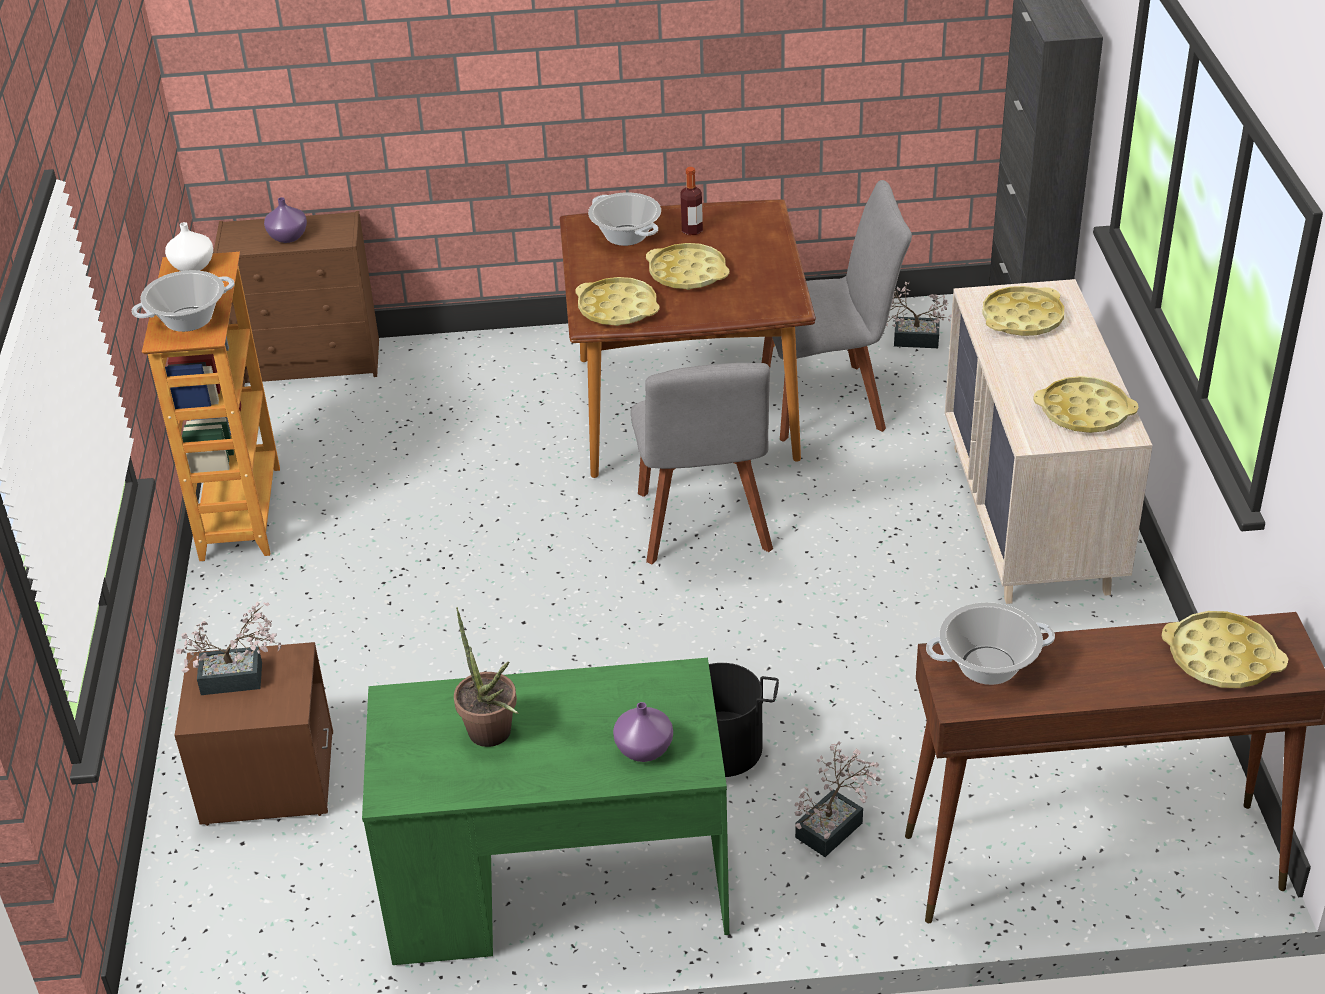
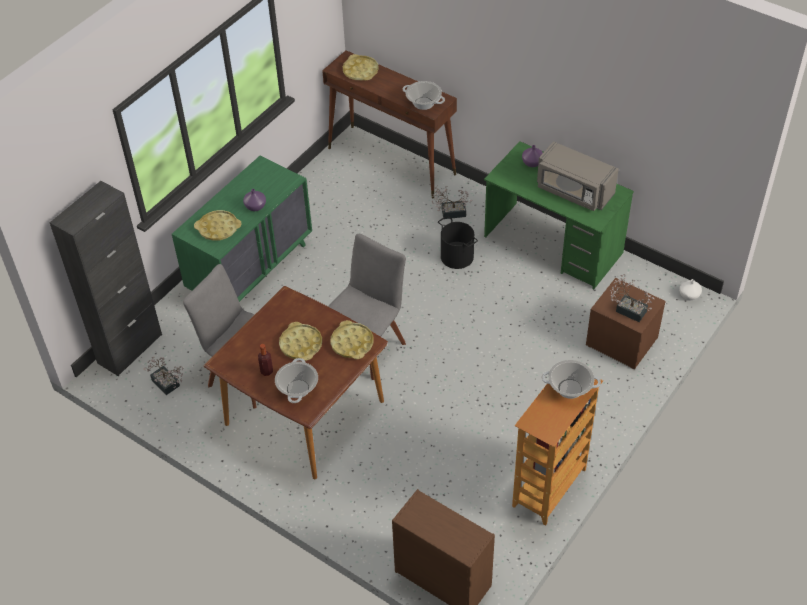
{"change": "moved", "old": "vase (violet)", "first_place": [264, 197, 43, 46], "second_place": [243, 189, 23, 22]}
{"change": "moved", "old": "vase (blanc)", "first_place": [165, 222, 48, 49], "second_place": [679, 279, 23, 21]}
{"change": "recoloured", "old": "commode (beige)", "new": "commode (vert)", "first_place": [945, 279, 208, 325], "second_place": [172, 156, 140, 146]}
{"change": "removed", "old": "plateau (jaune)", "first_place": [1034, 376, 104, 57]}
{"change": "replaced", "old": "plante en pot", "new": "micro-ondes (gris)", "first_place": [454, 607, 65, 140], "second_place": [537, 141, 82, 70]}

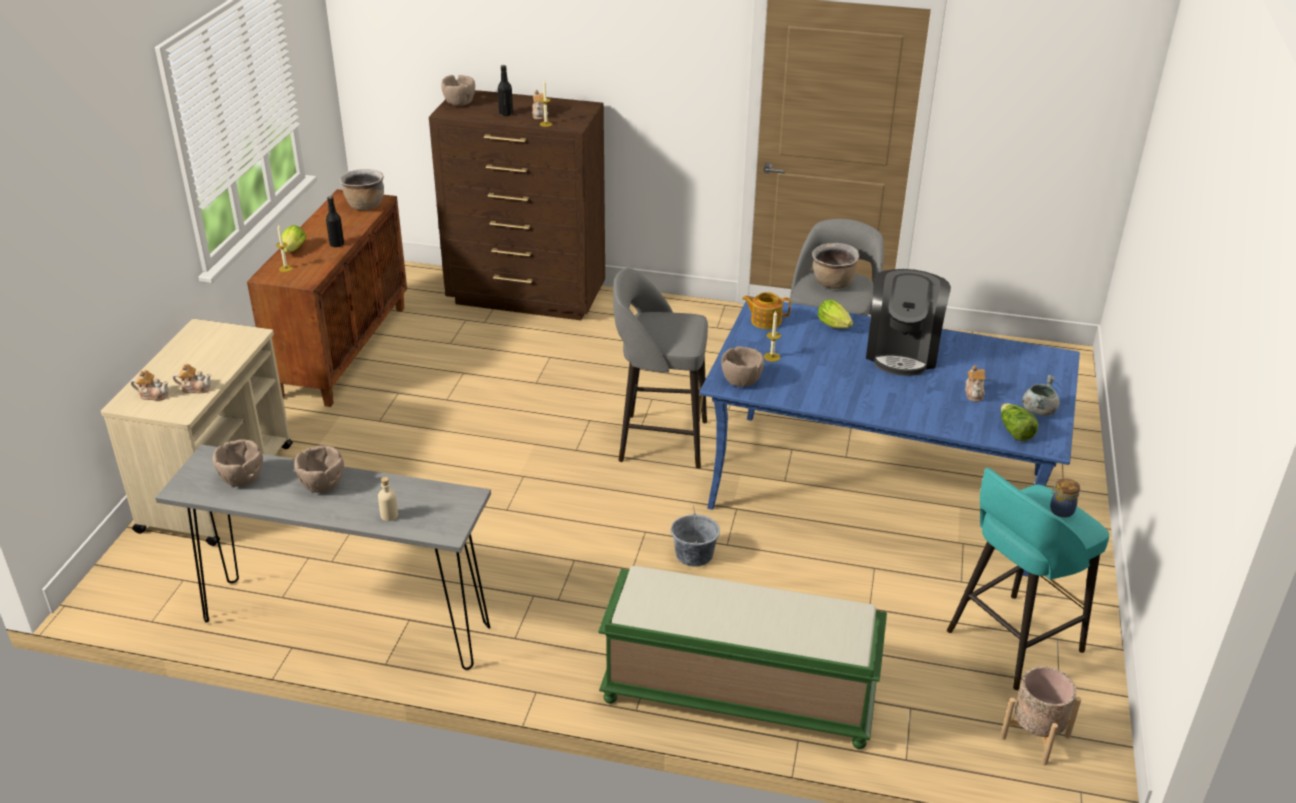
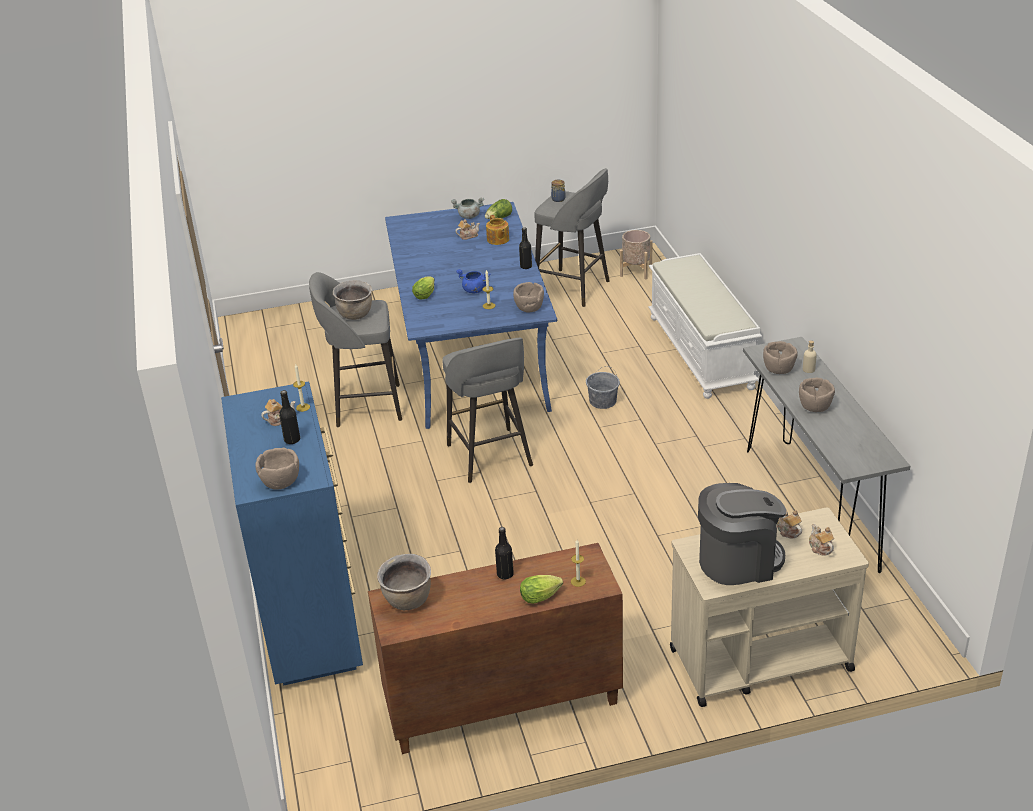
{"change": "recoloured", "old": "commode (marron)", "new": "commode (bleu)", "first_place": [429, 90, 176, 230], "second_place": [221, 382, 142, 303]}
{"change": "moved", "old": "machine à café", "first_place": [866, 269, 85, 107], "second_place": [698, 483, 88, 102]}
{"change": "moved", "old": "théière", "first_place": [742, 292, 49, 37], "second_place": [486, 215, 23, 30]}
{"change": "moved", "old": "bol (marron)", "first_place": [213, 439, 50, 47], "second_place": [763, 341, 34, 33]}
{"change": "recoloured", "old": "tabouret (turquoise)", "new": "tabouret (gris)", "first_place": [947, 468, 162, 222], "second_place": [535, 168, 75, 139]}
{"change": "recoloured", "old": "banc (vert)", "new": "banc (blanc)", "first_place": [598, 566, 289, 183], "second_place": [648, 253, 114, 146]}
{"change": "added", "new": "bouteille (noir)", "second_place": [519, 227, 13, 42]}
{"change": "added", "new": "marmite (bleu)", "second_place": [456, 269, 34, 24]}

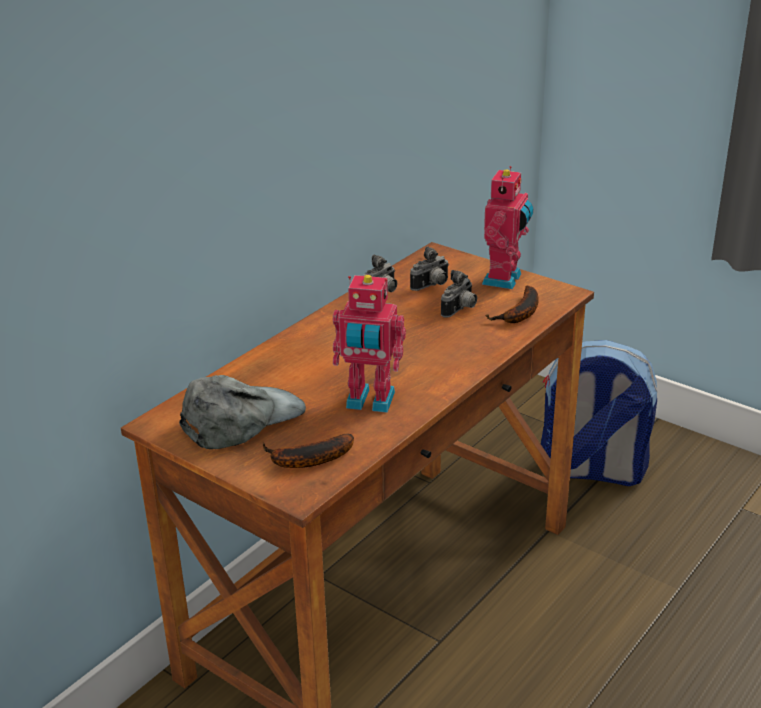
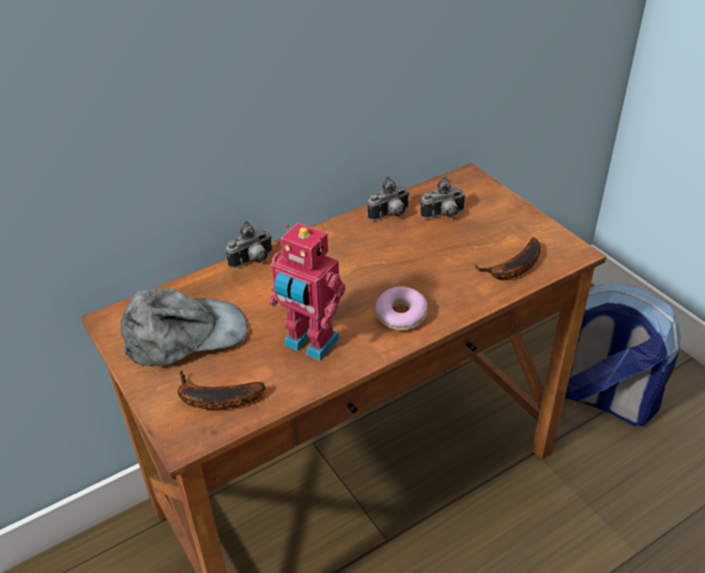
{"change": "removed", "old": "robot jouet", "first_place": [482, 166, 51, 123]}
{"change": "moved", "old": "appareil photo", "first_place": [441, 270, 36, 47], "second_place": [226, 221, 46, 47]}
{"change": "added", "new": "beignet", "second_place": [375, 286, 52, 45]}

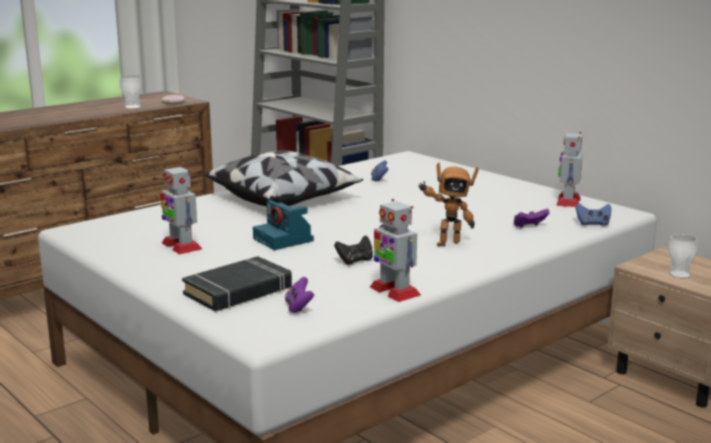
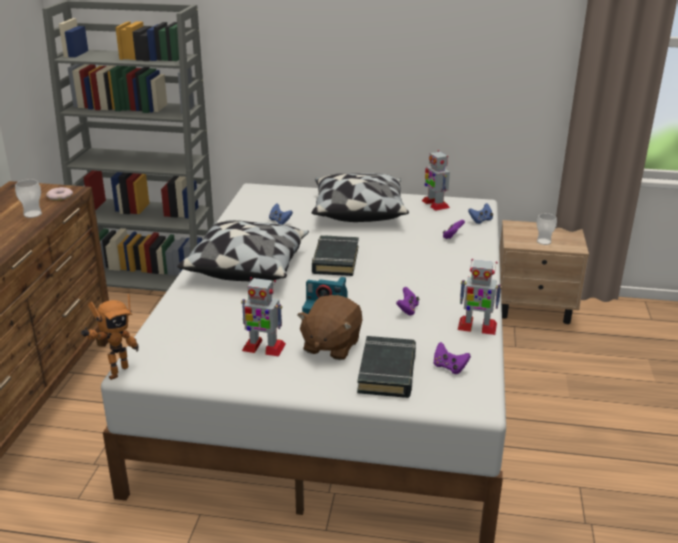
{"change": "moved", "old": "robot jouet", "first_place": [418, 163, 61, 83], "second_place": [80, 294, 59, 86]}
{"change": "recoloured", "old": "manette (noir)", "new": "manette (violet)", "first_place": [334, 235, 39, 30], "second_place": [396, 287, 23, 29]}
{"change": "added", "new": "coussin", "second_place": [312, 173, 97, 49]}
{"change": "added", "new": "livre (noir)", "second_place": [312, 235, 47, 41]}
{"change": "added", "new": "peluche (marron)", "second_place": [297, 295, 65, 65]}

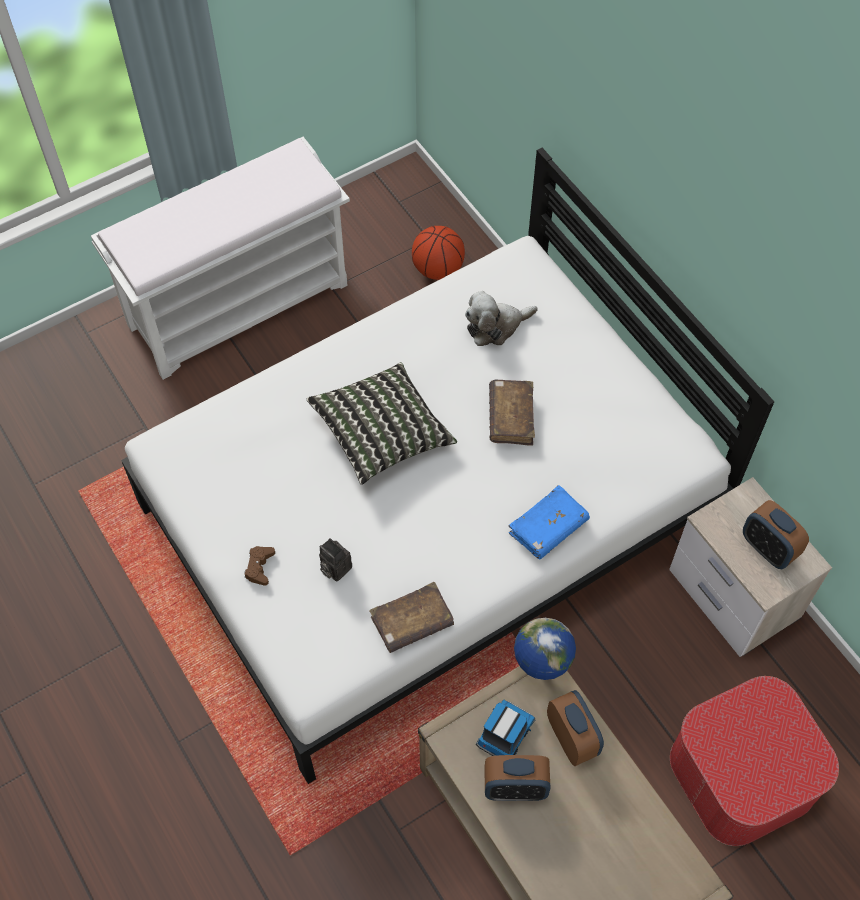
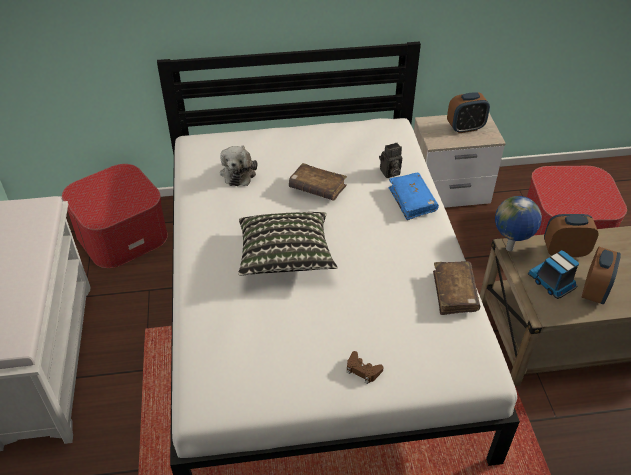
{"change": "replaced", "old": "ballon de basket", "new": "pouf", "first_place": [412, 226, 53, 54], "second_place": [62, 164, 106, 104]}
{"change": "moved", "old": "appareil photo", "first_place": [319, 538, 33, 44], "second_place": [379, 143, 23, 35]}

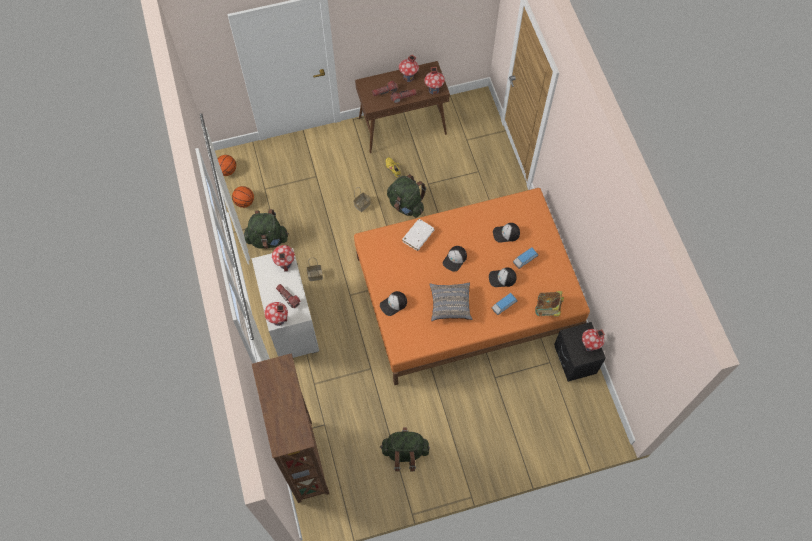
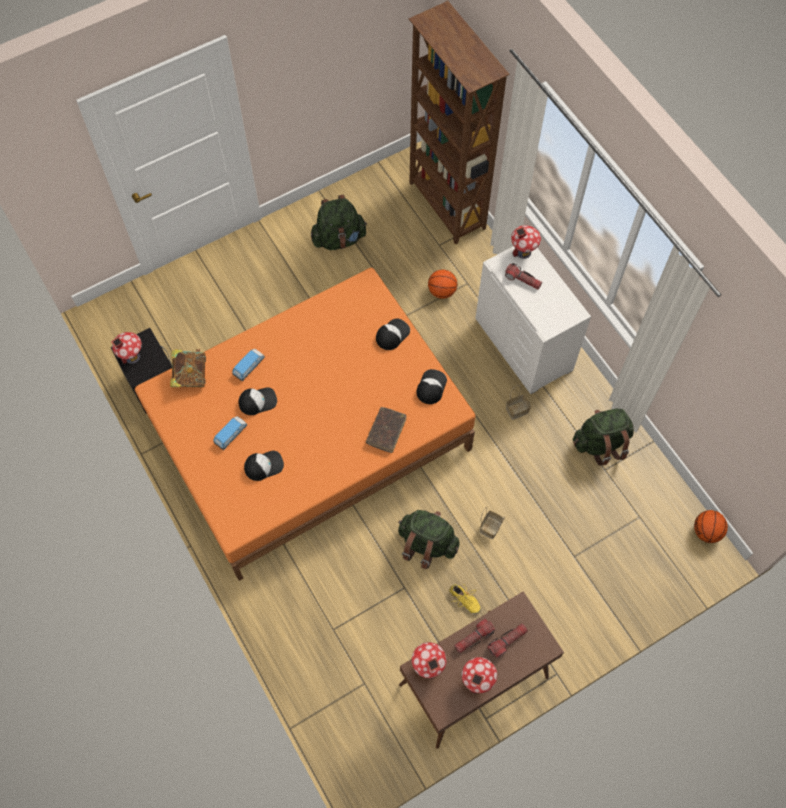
{"change": "moved", "old": "ballon de basket", "first_place": [232, 186, 22, 22], "second_place": [428, 270, 29, 29]}
{"change": "recoloured", "old": "livre (blanc)", "new": "livre (marron)", "first_place": [402, 219, 33, 32], "second_place": [366, 407, 41, 46]}
{"change": "removed", "old": "maison miniature", "first_place": [272, 245, 23, 27]}
{"change": "moved", "old": "casquette", "first_place": [443, 246, 24, 26], "second_place": [417, 369, 30, 35]}
{"change": "removed", "old": "coussin (gris)", "first_place": [429, 283, 44, 38]}

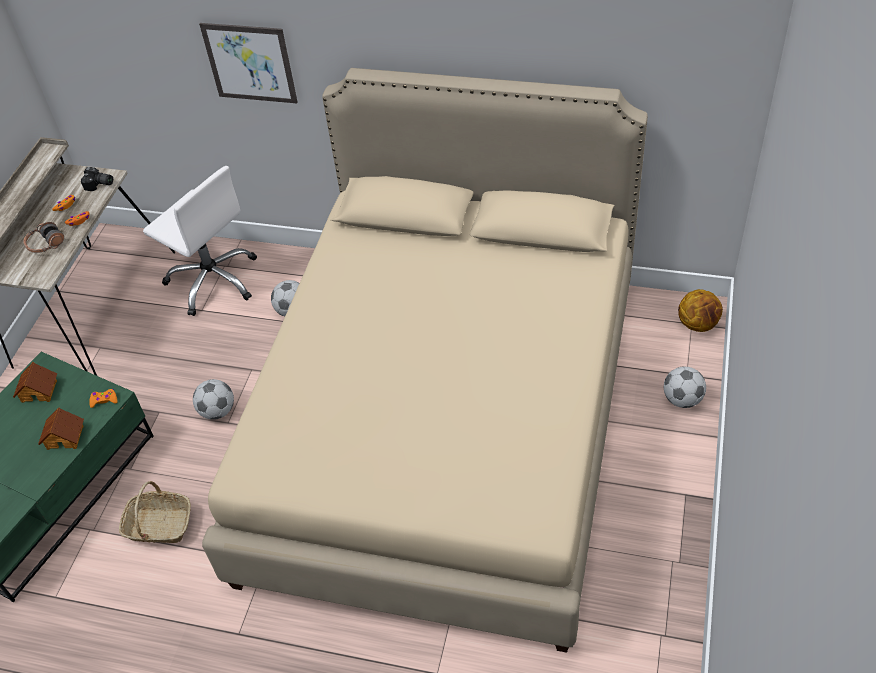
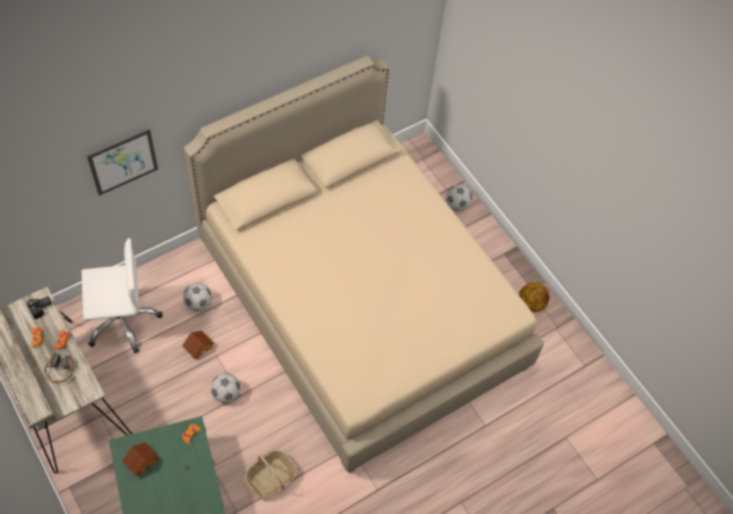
{"change": "moved", "old": "ballon de basket", "first_place": [678, 289, 45, 43], "second_place": [519, 282, 30, 30]}
{"change": "moved", "old": "maison miniature", "first_place": [38, 407, 46, 43], "second_place": [182, 331, 32, 29]}

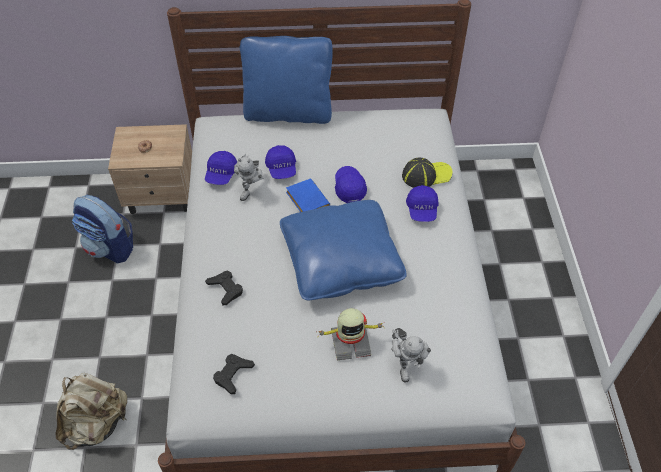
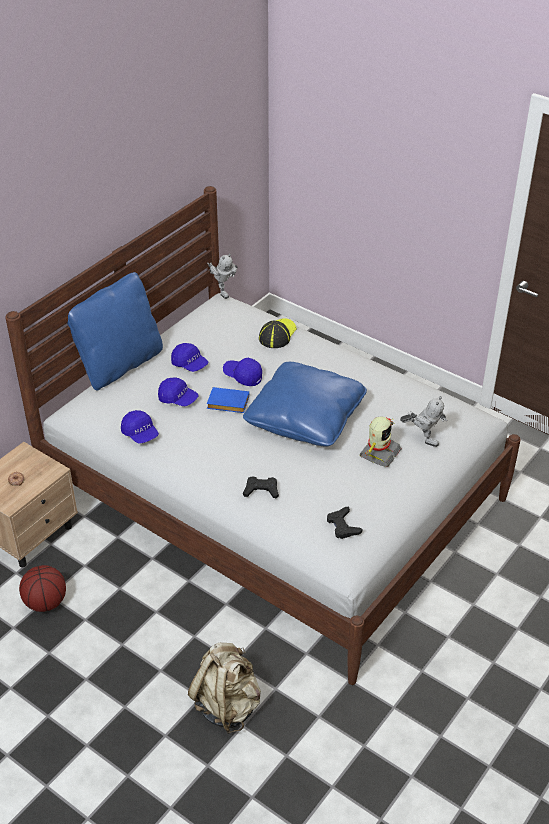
{"change": "moved", "old": "robot jouet", "first_place": [234, 154, 30, 47], "second_place": [207, 254, 31, 45]}
{"change": "moved", "old": "casquette (bleu)", "first_place": [406, 185, 32, 37], "second_place": [171, 343, 38, 29]}
{"change": "replaced", "old": "sac à dos", "new": "ballon de basket", "first_place": [72, 195, 61, 68], "second_place": [19, 565, 47, 47]}

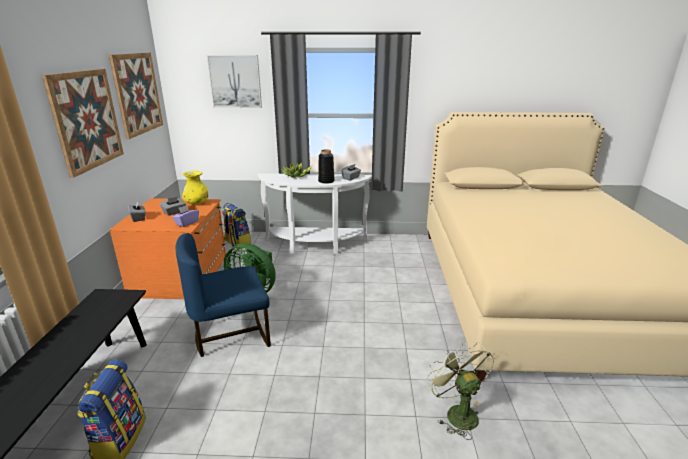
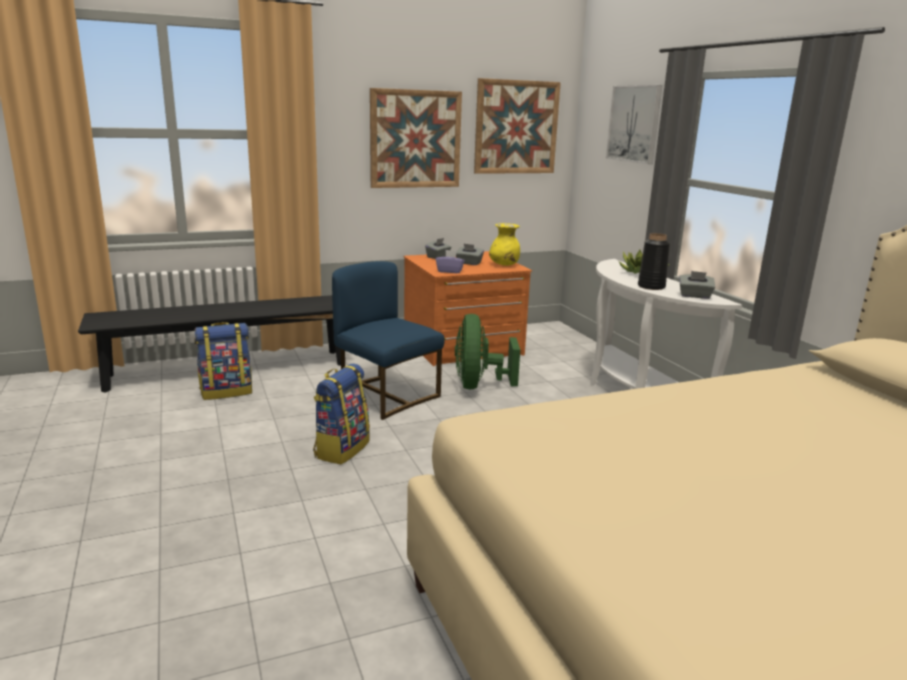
{"change": "moved", "old": "sac à dos", "first_place": [222, 203, 29, 46], "second_place": [313, 363, 57, 101]}
{"change": "removed", "old": "ventilateur (vert)", "first_place": [426, 342, 68, 98]}

